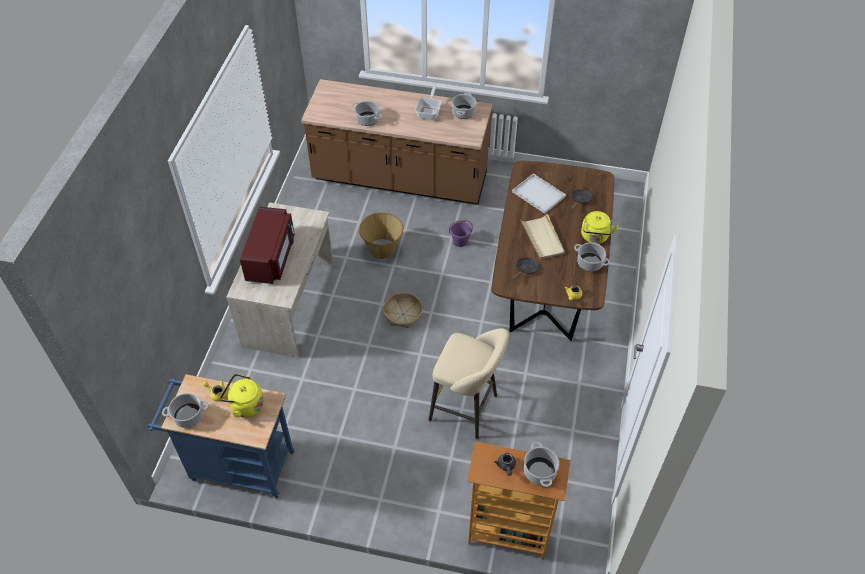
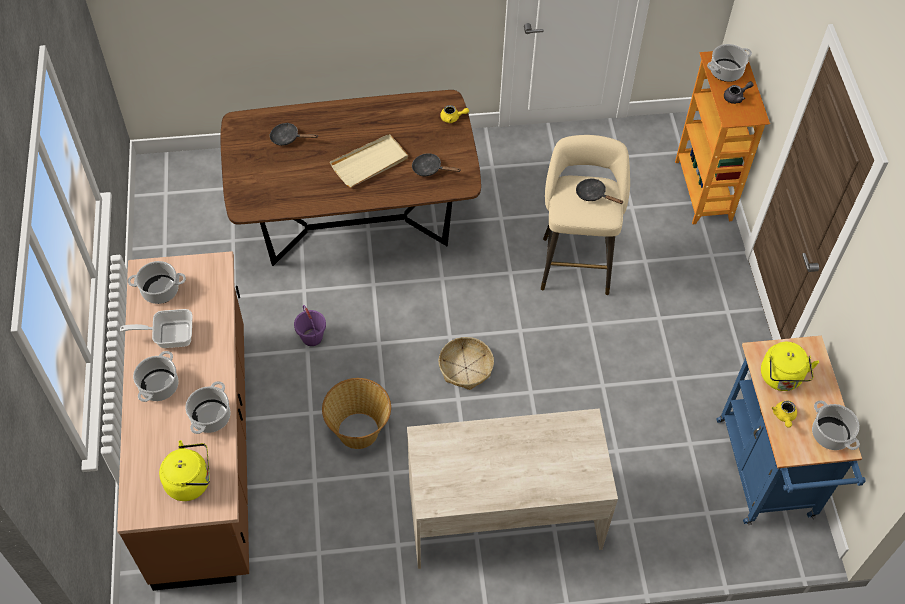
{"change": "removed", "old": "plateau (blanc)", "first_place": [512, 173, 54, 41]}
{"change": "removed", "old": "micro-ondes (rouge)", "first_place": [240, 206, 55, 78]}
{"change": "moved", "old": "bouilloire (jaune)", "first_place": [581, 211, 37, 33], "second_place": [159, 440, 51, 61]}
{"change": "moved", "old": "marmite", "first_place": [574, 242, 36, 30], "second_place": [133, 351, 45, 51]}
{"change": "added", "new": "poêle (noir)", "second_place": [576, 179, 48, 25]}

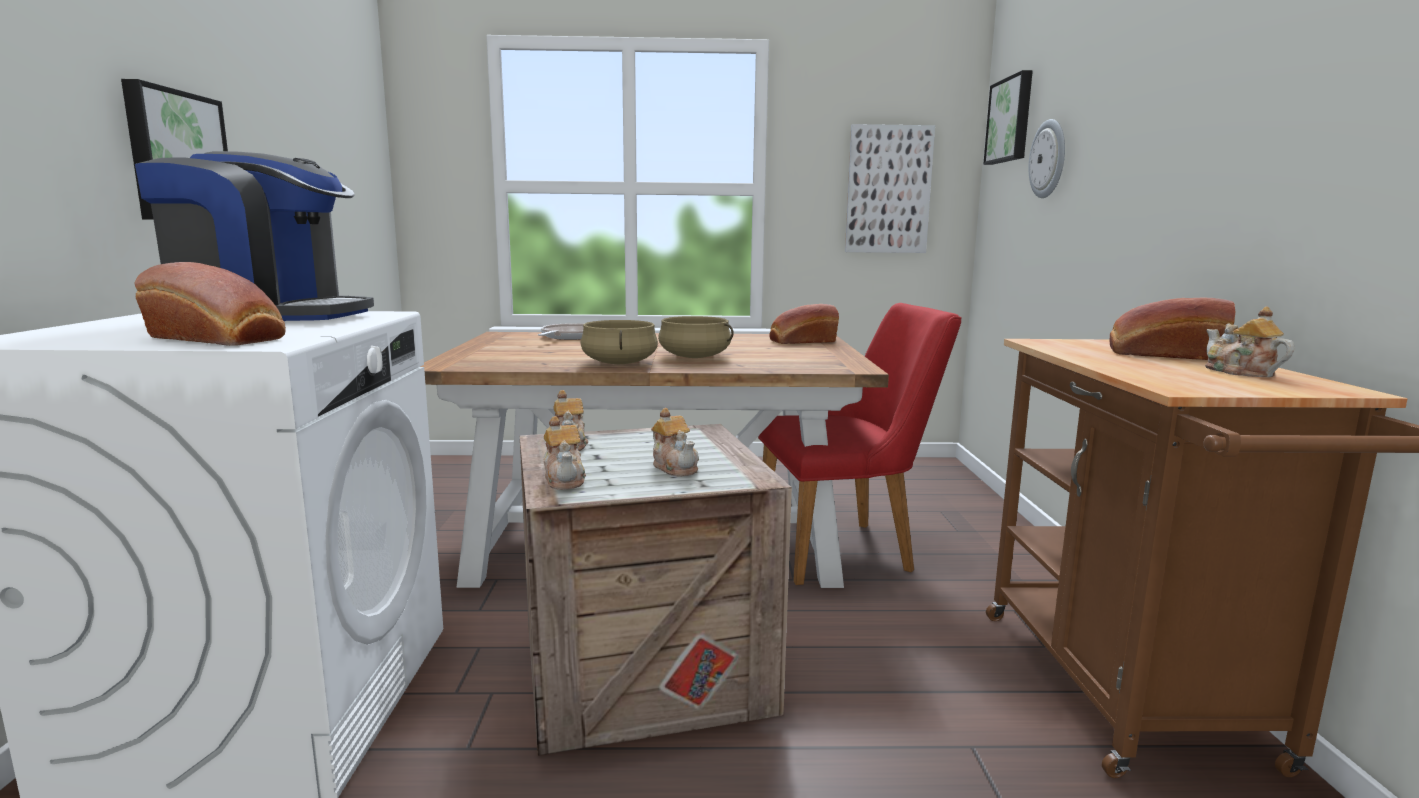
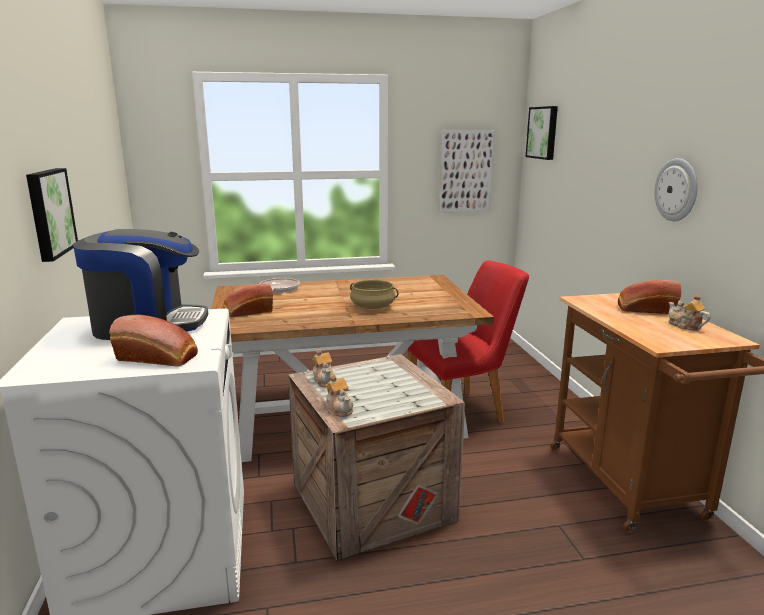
{"change": "moved", "old": "horloge murale", "first_place": [1029, 119, 36, 79], "second_place": [654, 158, 43, 63]}
{"change": "moved", "old": "pain", "first_place": [769, 304, 70, 40], "second_place": [223, 283, 50, 34]}
{"change": "removed", "old": "marmite (beige)", "first_place": [580, 320, 78, 44]}
{"change": "removed", "old": "théière", "first_place": [651, 408, 48, 69]}

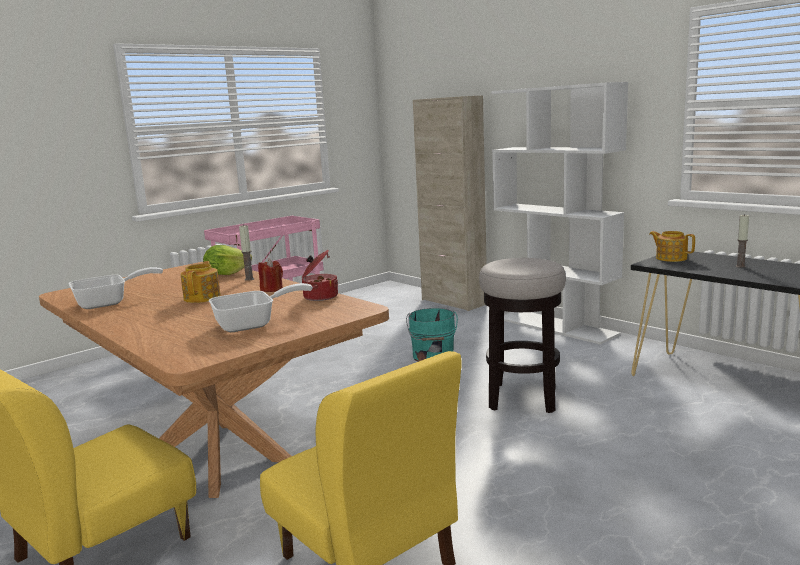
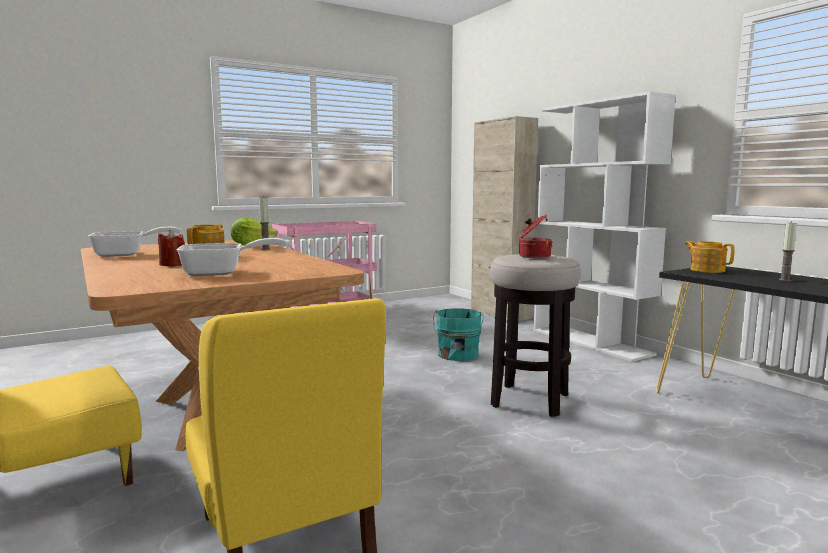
{"change": "moved", "old": "marmite", "first_place": [302, 250, 36, 51], "second_place": [519, 215, 34, 43]}
{"change": "moved", "old": "bougie (rouge)", "first_place": [258, 259, 25, 33], "second_place": [158, 230, 27, 36]}

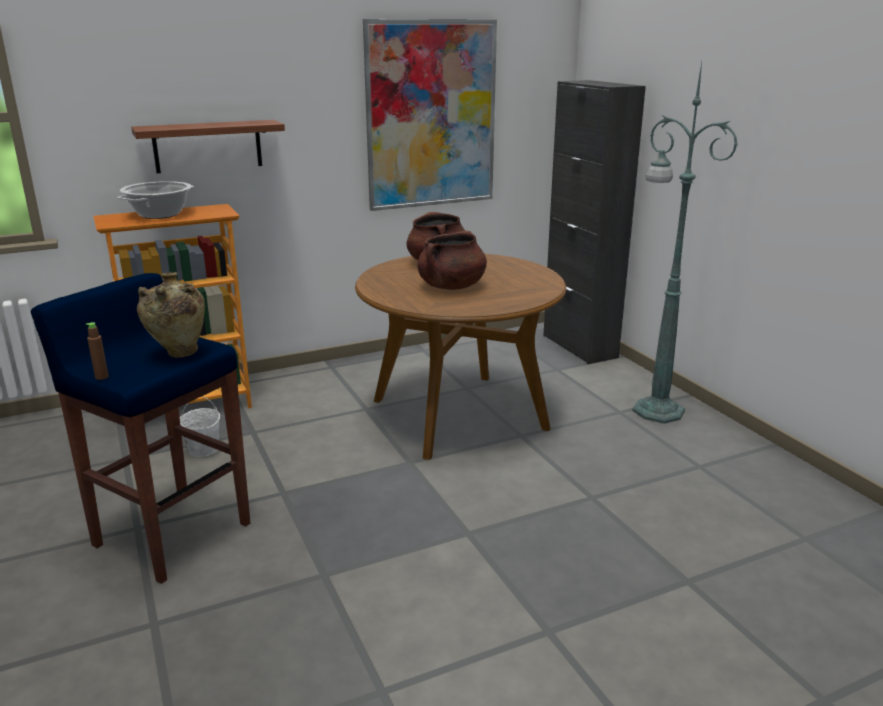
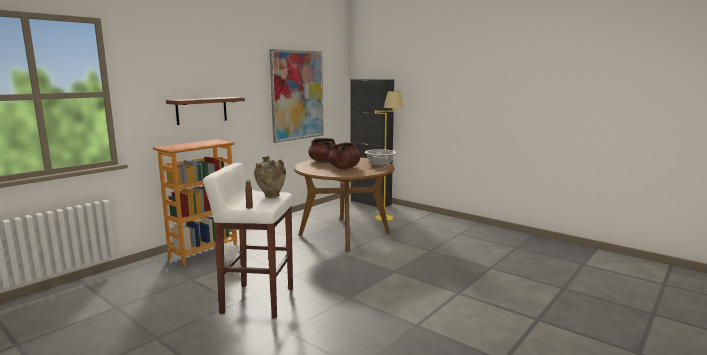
{"change": "removed", "old": "lampadaire (vert)", "first_place": [632, 62, 106, 362]}
{"change": "moved", "old": "marmite", "first_place": [117, 181, 77, 38], "second_place": [365, 149, 31, 17]}
{"change": "recoloured", "old": "tabouret (bleu)", "new": "tabouret (blanc)", "first_place": [31, 273, 219, 311], "second_place": [203, 163, 90, 155]}
{"change": "added", "new": "lampadaire (jaune)", "second_place": [375, 91, 29, 130]}

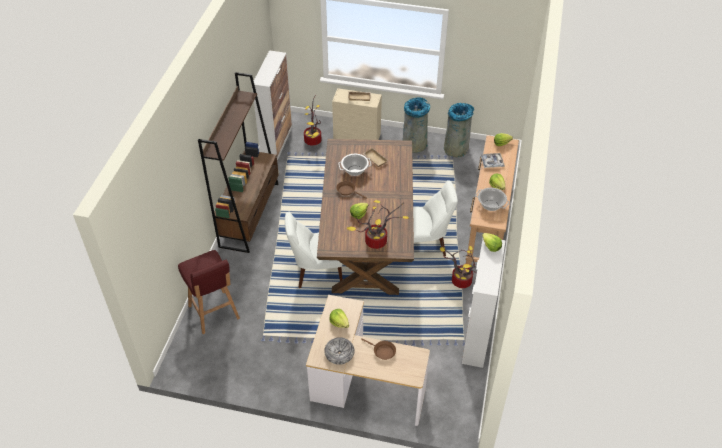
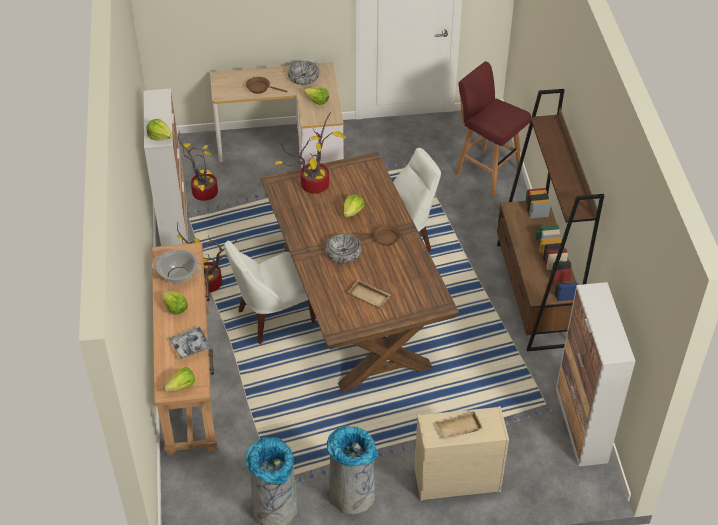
{"change": "moved", "old": "plante en pot", "first_place": [304, 95, 17, 51], "second_place": [178, 131, 40, 70]}
{"change": "removed", "old": "marmite", "first_place": [338, 154, 34, 22]}
{"change": "added", "new": "bol", "second_place": [325, 233, 37, 31]}

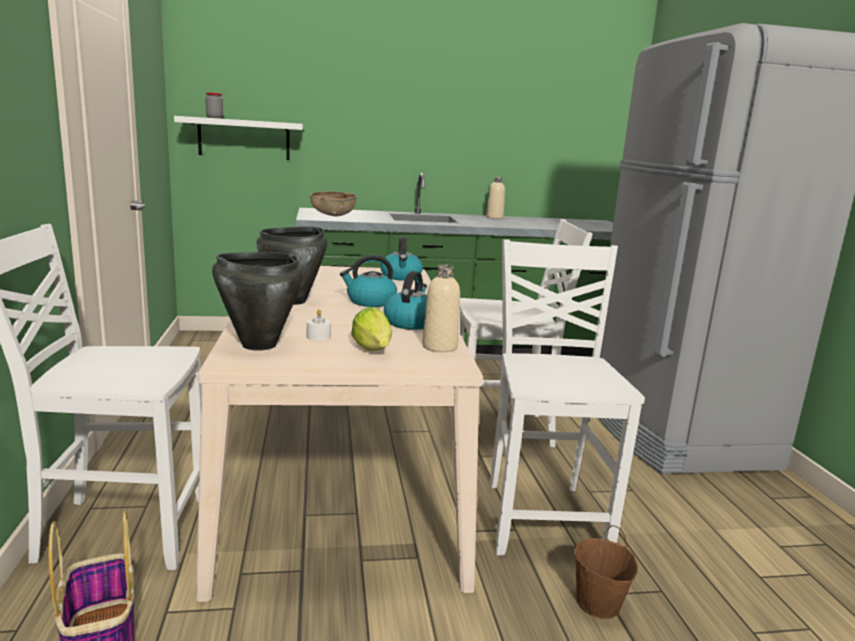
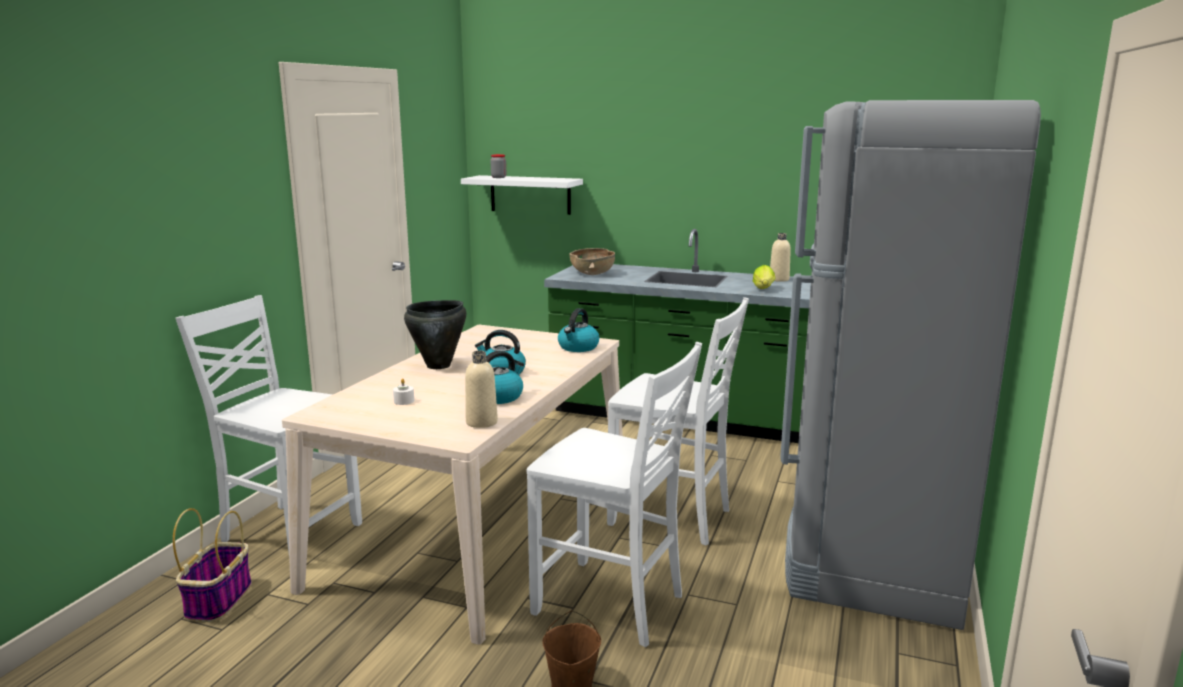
{"change": "turned", "old": "chaise (blanc)", "first_place": [489, 239, 156, 317], "second_place": [527, 342, 175, 305], "degrees": 90}
{"change": "removed", "old": "marmite (noir)", "first_place": [212, 252, 91, 98]}
{"change": "moved", "old": "laitue", "first_place": [351, 307, 41, 44], "second_place": [753, 265, 22, 24]}

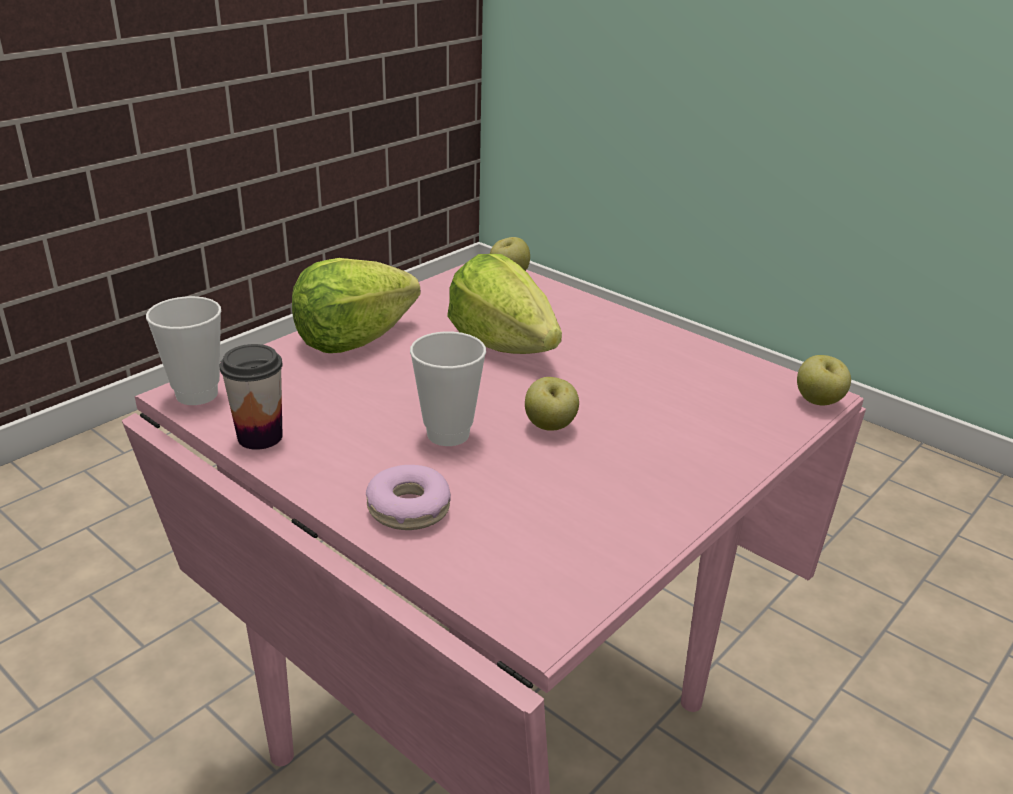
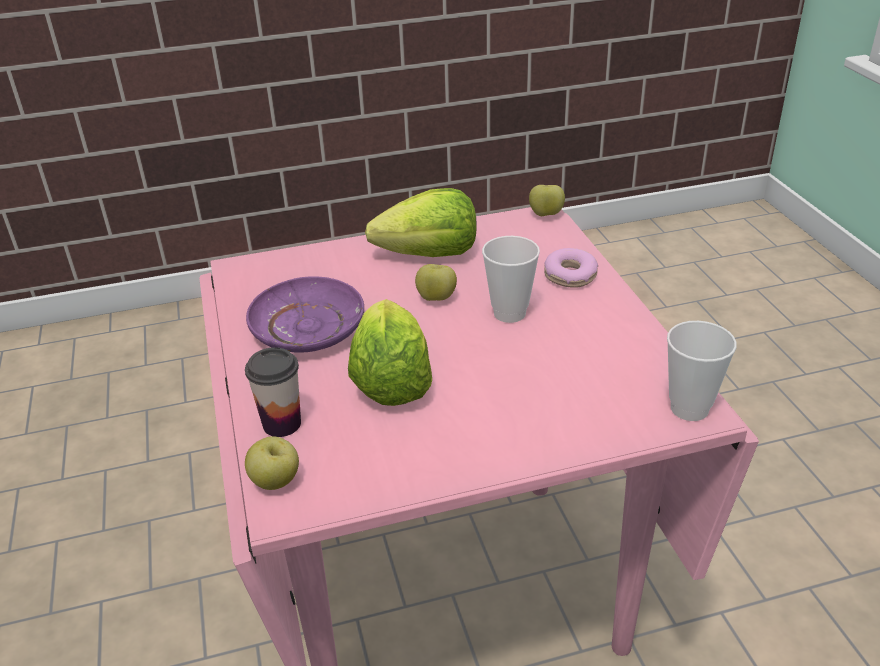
{"change": "moved", "old": "laitue", "first_place": [292, 258, 128, 95], "second_place": [365, 188, 112, 69]}
{"change": "moved", "old": "tasse", "first_place": [220, 344, 63, 106], "second_place": [245, 347, 56, 90]}
{"change": "moved", "old": "pomme", "first_place": [797, 355, 54, 50], "second_place": [529, 185, 36, 31]}
{"change": "added", "new": "assiette (violet)", "second_place": [246, 276, 118, 77]}

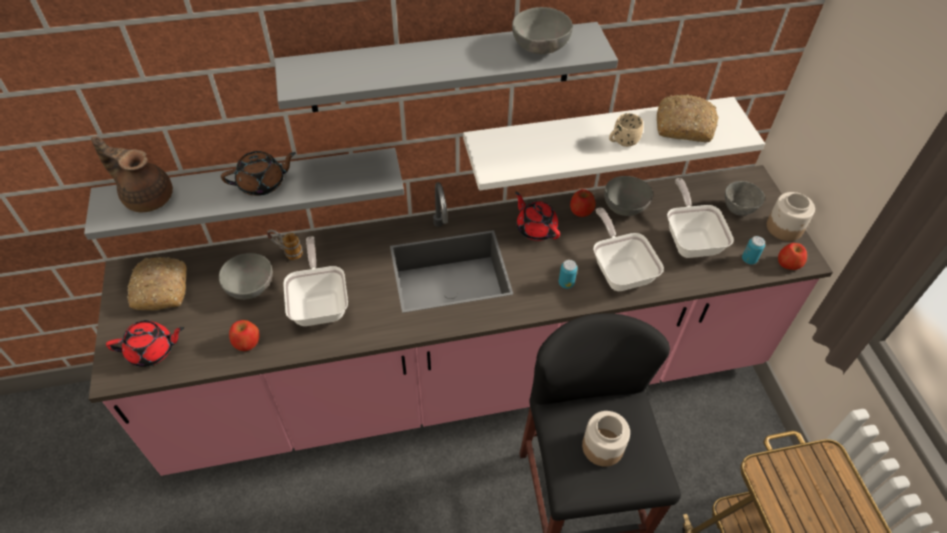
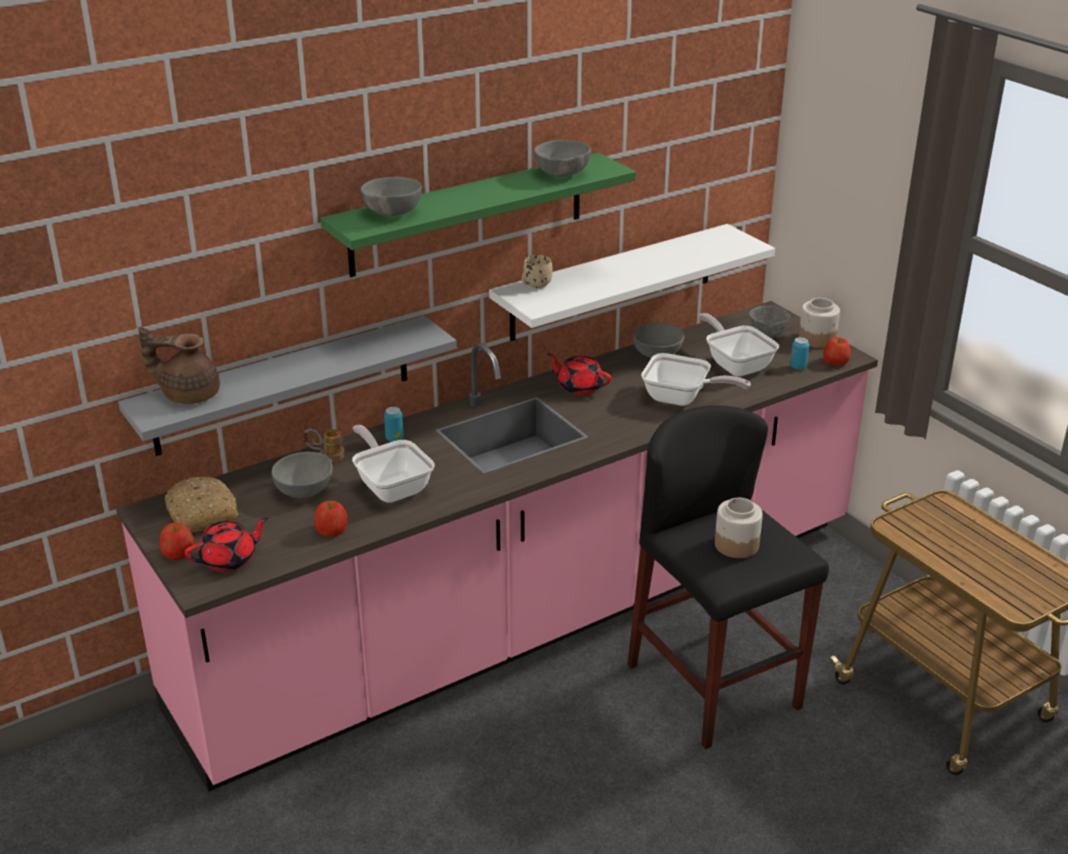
{"change": "recoloured", "old": "étagère (gris)", "new": "étagère (vert)", "first_place": [275, 22, 343, 90], "second_place": [320, 153, 316, 124]}
{"change": "removed", "old": "pain", "first_place": [657, 94, 62, 48]}
{"change": "moved", "old": "mug (beige)", "first_place": [609, 113, 34, 34], "second_place": [522, 255, 31, 33]}
{"change": "removed", "old": "théière (marron)", "first_place": [221, 151, 75, 45]}
{"change": "moved", "old": "pomme", "first_place": [570, 189, 25, 28], "second_place": [160, 523, 34, 37]}
{"change": "turned", "old": "poêle", "first_place": [593, 208, 71, 83], "second_place": [641, 353, 110, 53], "degrees": 150}
{"change": "moved", "old": "boîte métallique", "first_place": [559, 260, 19, 29], "second_place": [384, 407, 19, 35]}
{"change": "added", "new": "bol (gris)", "second_place": [361, 177, 61, 39]}

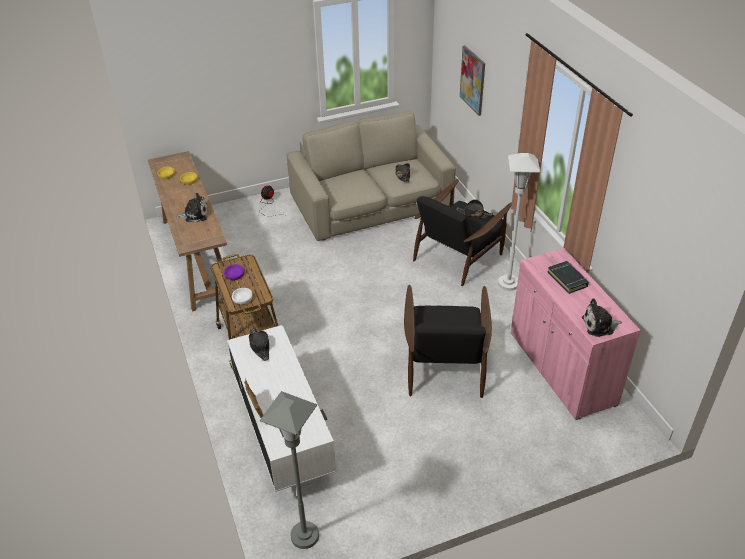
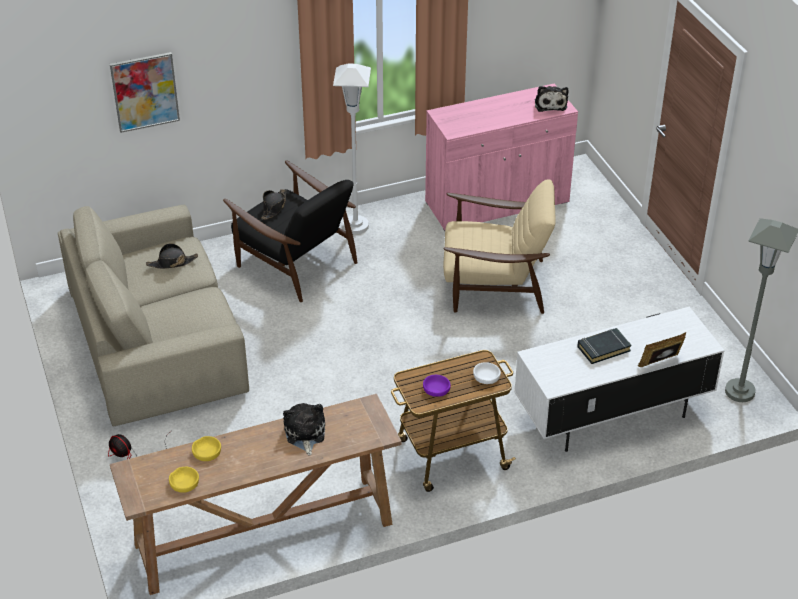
{"change": "moved", "old": "livre (noir)", "first_place": [548, 261, 41, 33], "second_place": [577, 328, 54, 36]}
{"change": "recoloured", "old": "fauteuil (noir)", "new": "fauteuil (beige)", "first_place": [404, 285, 88, 113], "second_place": [443, 179, 113, 135]}
{"change": "removed", "old": "chapeau (noir)", "first_place": [249, 327, 20, 34]}

